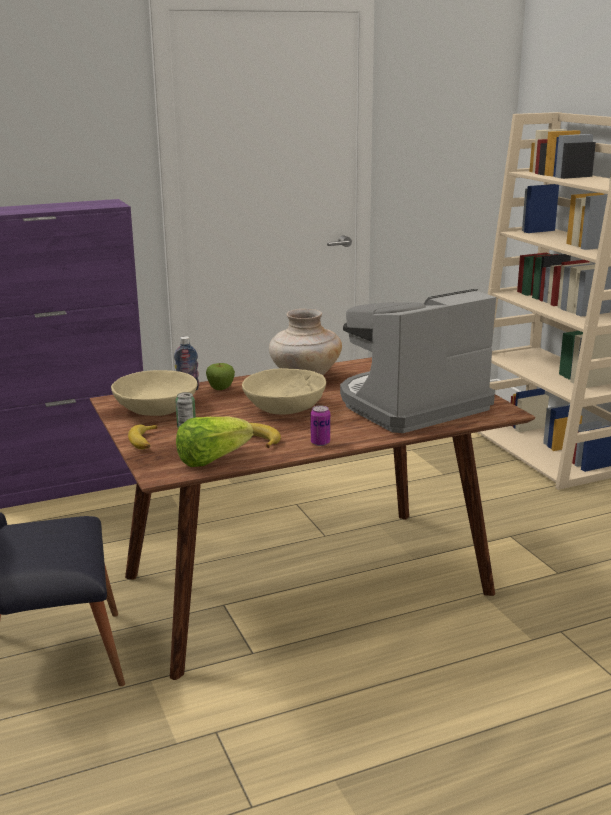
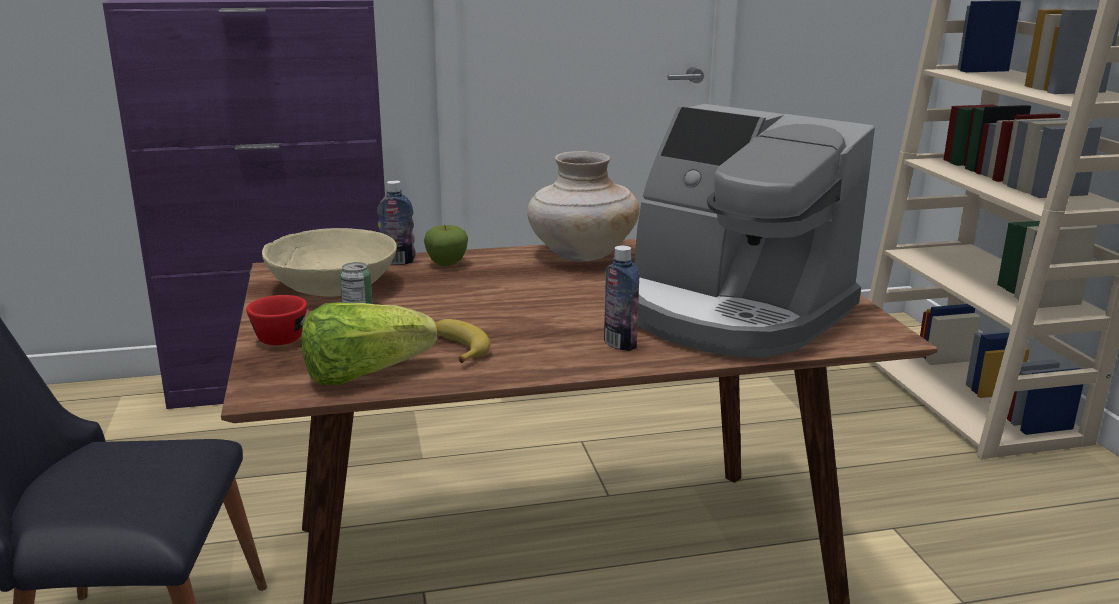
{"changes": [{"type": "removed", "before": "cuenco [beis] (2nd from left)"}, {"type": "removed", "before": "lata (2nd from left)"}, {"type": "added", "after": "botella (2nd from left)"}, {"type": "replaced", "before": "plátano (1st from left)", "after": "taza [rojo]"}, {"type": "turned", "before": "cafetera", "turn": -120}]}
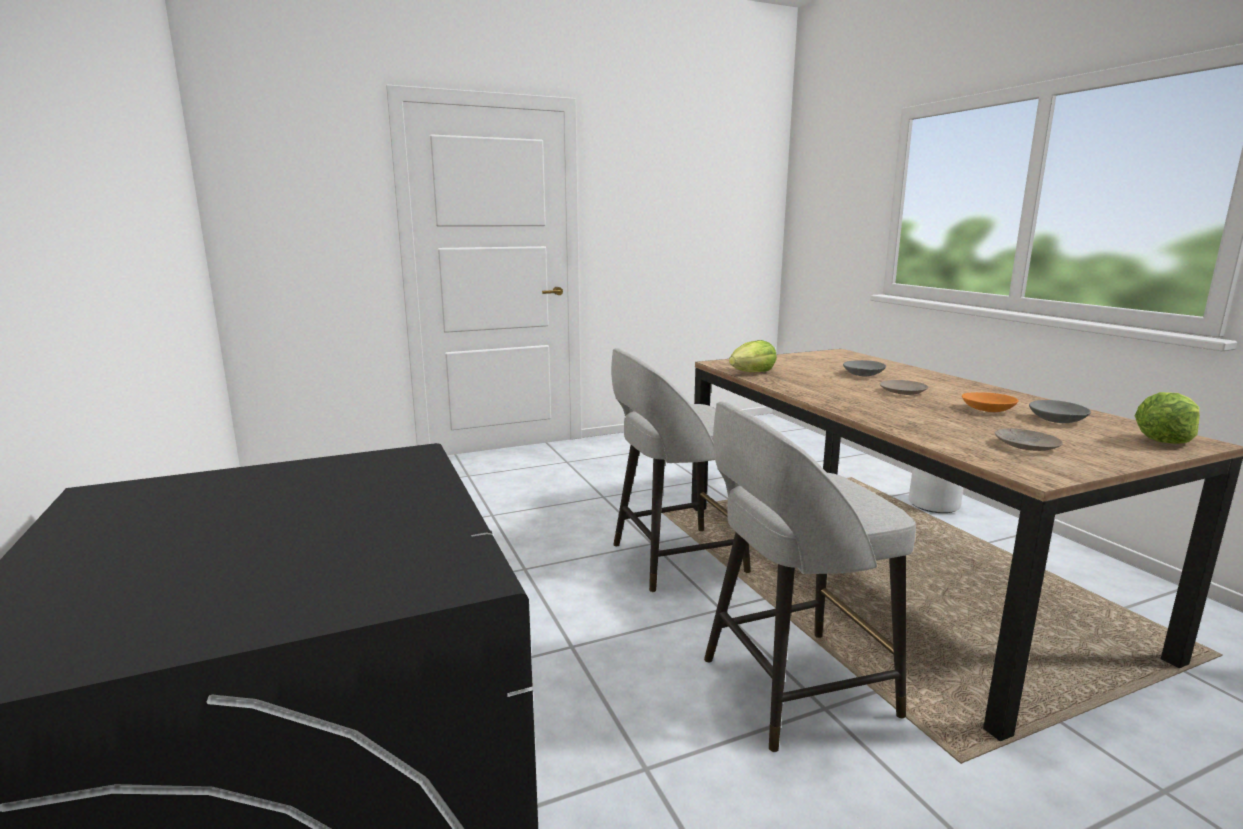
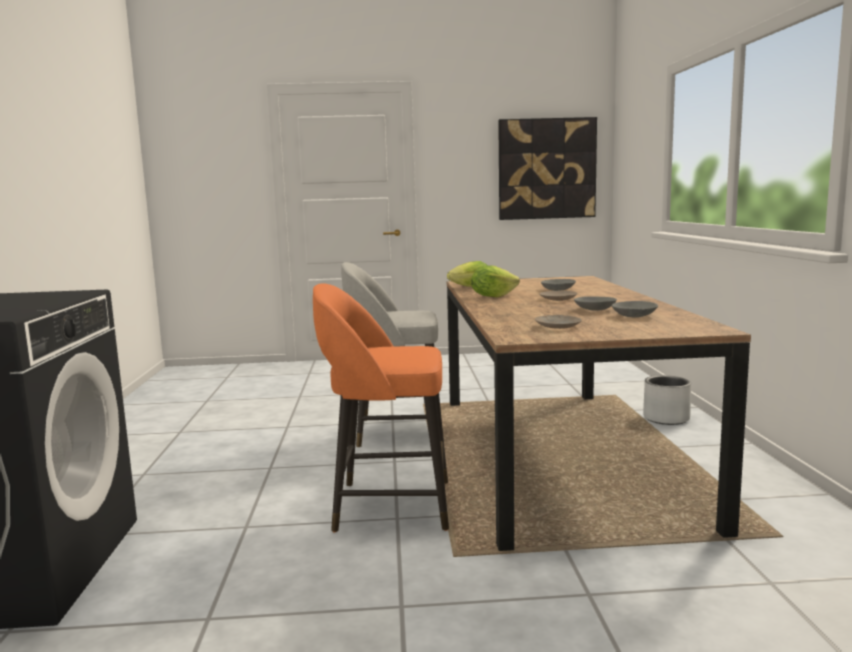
{"changes": [{"type": "added", "after": "cuadro"}, {"type": "moved", "before": "lechuga (2nd from left)"}, {"type": "recoloured", "before": "taburete [gris] (2nd from left)", "after": "taburete [naranja]"}, {"type": "recoloured", "before": "cuenco [naranja]", "after": "cuenco [gris] (2nd from left)"}]}
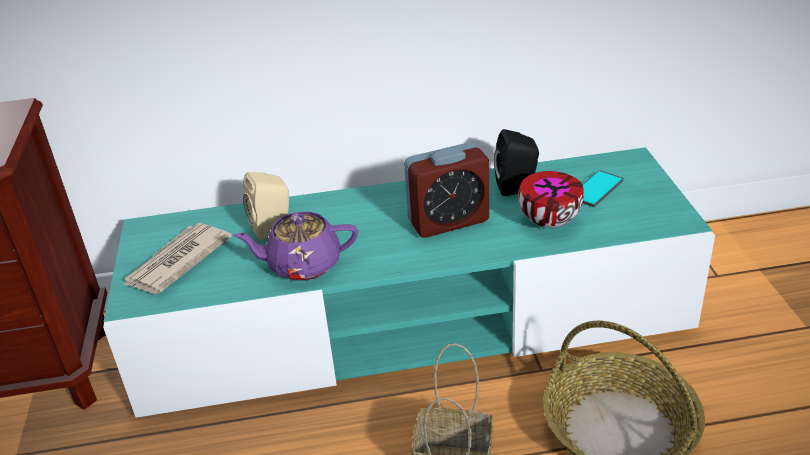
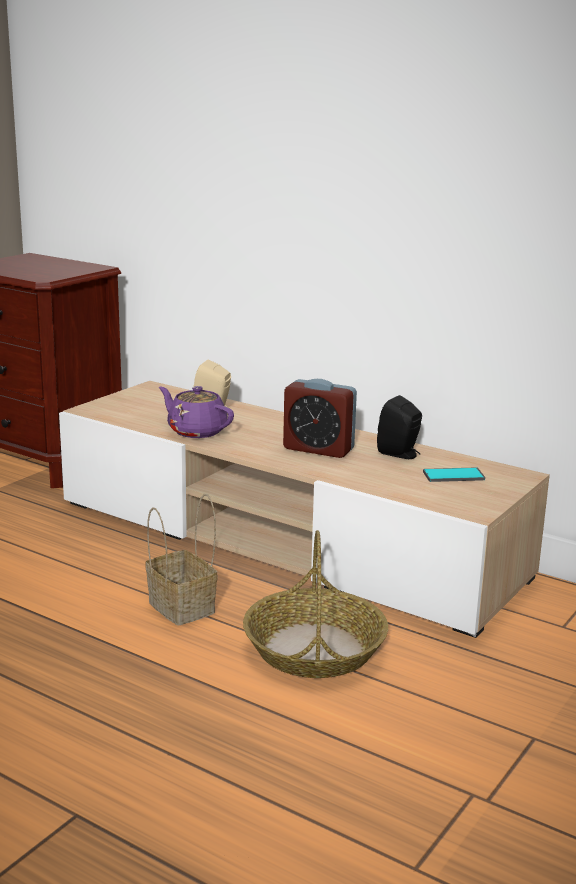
{"changes": [{"type": "removed", "before": "periódico"}, {"type": "removed", "before": "cuenco"}, {"type": "recoloured", "before": "mueble de televisión [turquesa]", "after": "mueble de televisión [beis]"}]}
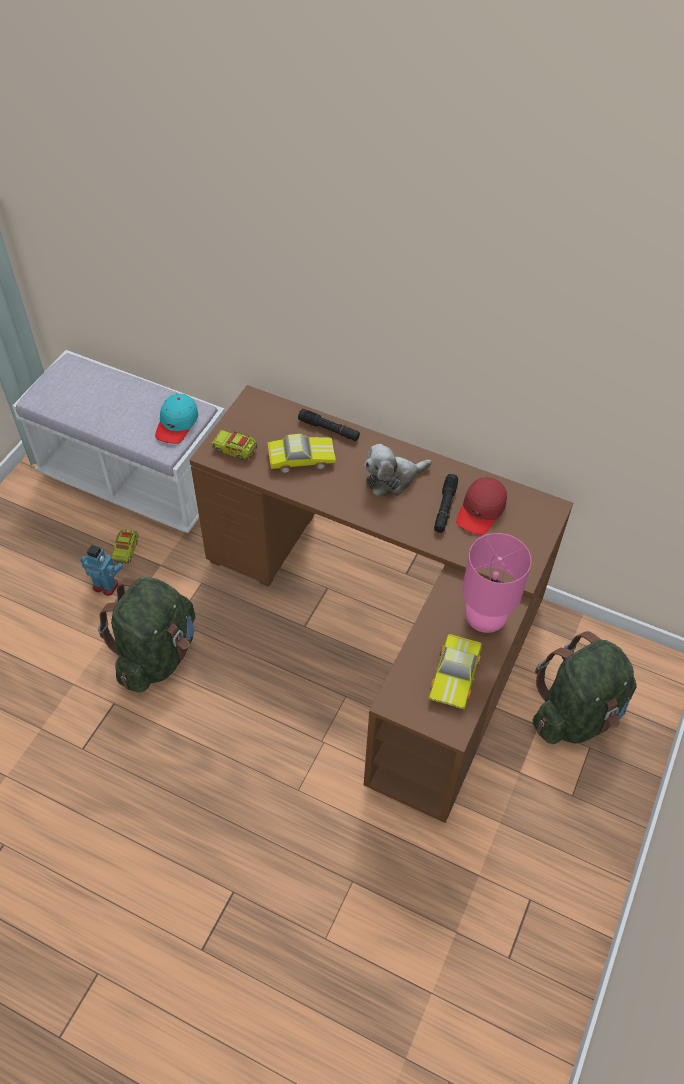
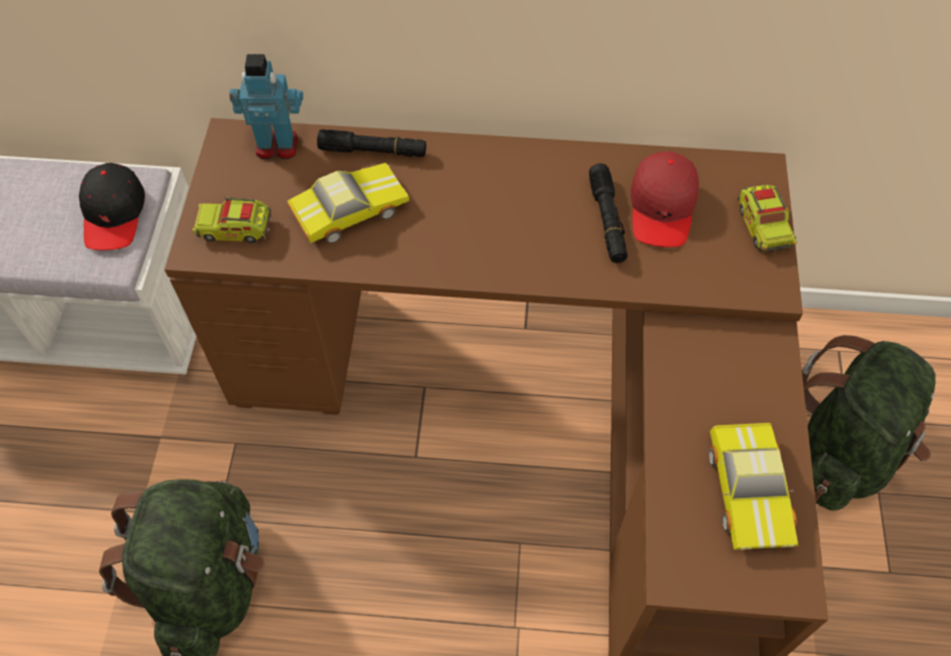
{"changes": [{"type": "removed", "before": "peluche"}, {"type": "removed", "before": "lámpara de mesa [rosa]"}, {"type": "moved", "before": "robot de juguete"}, {"type": "moved", "before": "camión de juguete (1st from left in the first image)", "after": "camión de juguete (2nd from left)"}, {"type": "recoloured", "before": "gorra [turquesa]", "after": "gorra [negro]"}]}
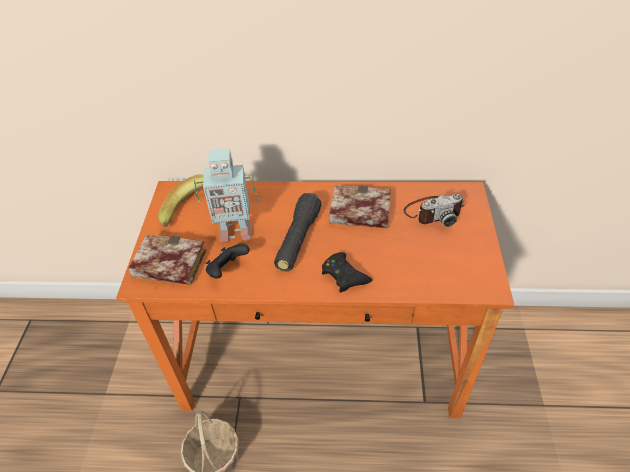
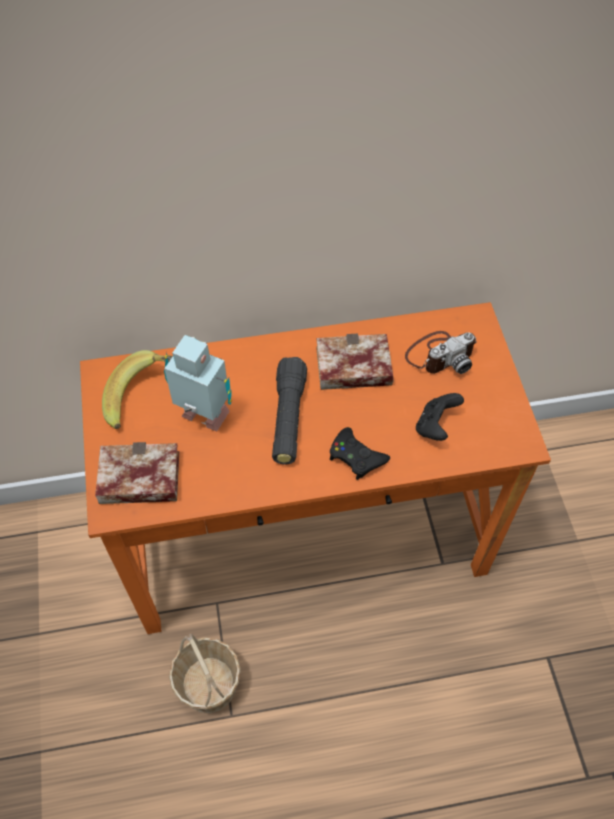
{"changes": [{"type": "moved", "before": "mando de consola [negro] (1st from left in the first image)", "after": "mando de consola [negro] (2nd from left)"}, {"type": "turned", "before": "robot de juguete", "turn": -135}]}
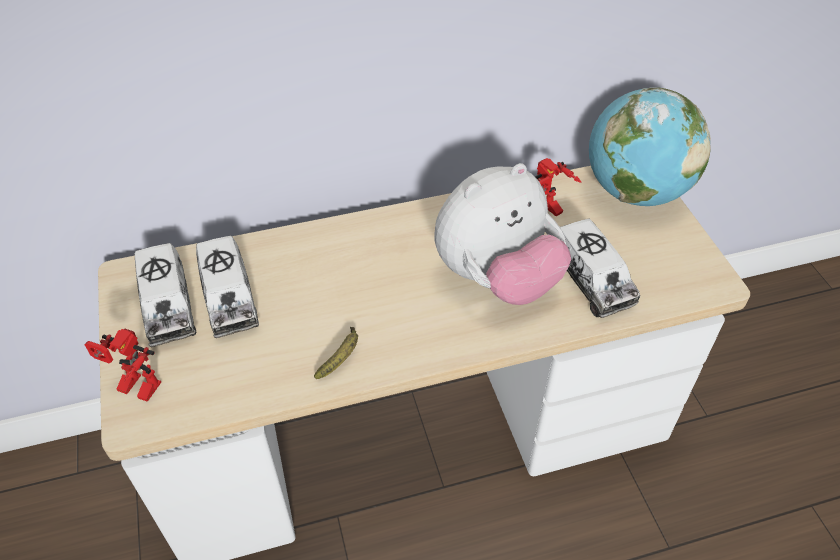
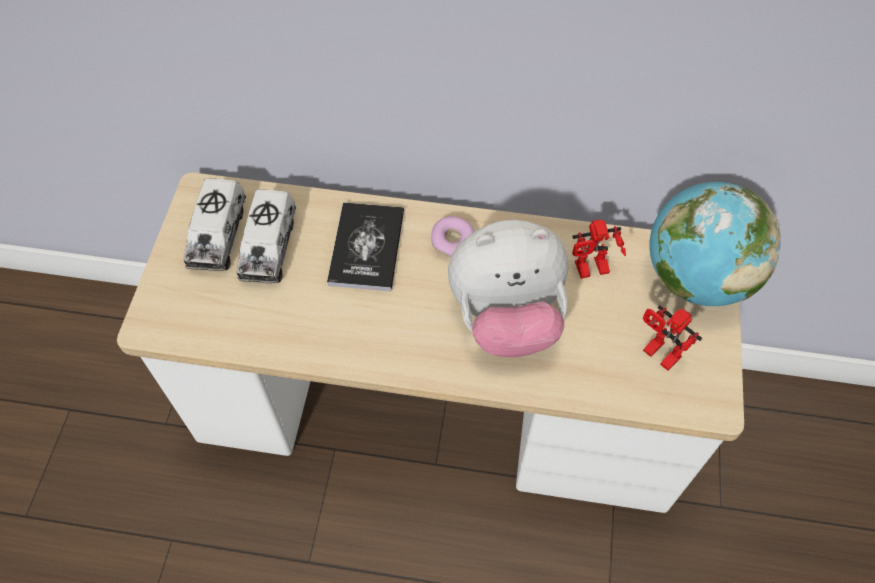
{"changes": [{"type": "removed", "before": "plátano"}, {"type": "removed", "before": "camión de juguete (3rd from left)"}, {"type": "added", "after": "libro"}, {"type": "added", "after": "rosquilla"}, {"type": "moved", "before": "robot de juguete (1st from left in the first image)", "after": "robot de juguete (2nd from left)"}]}
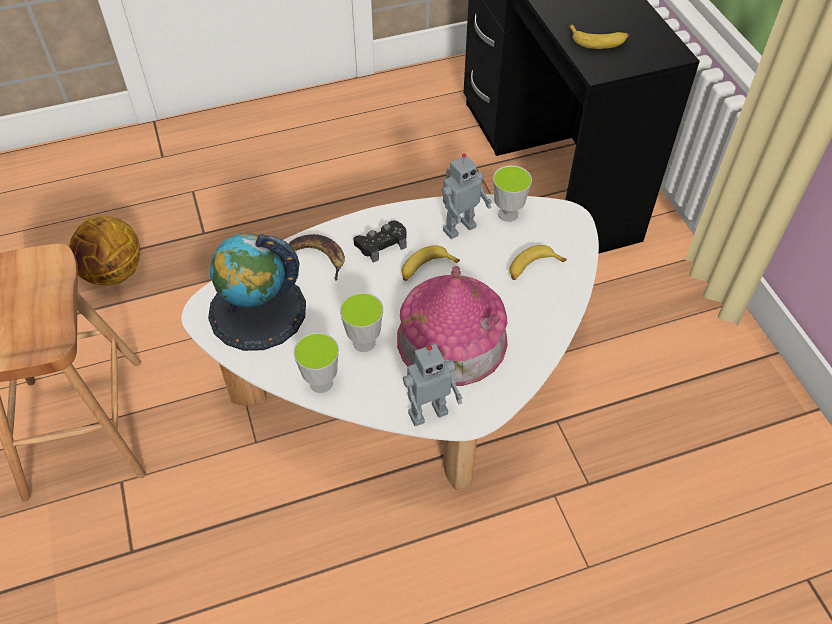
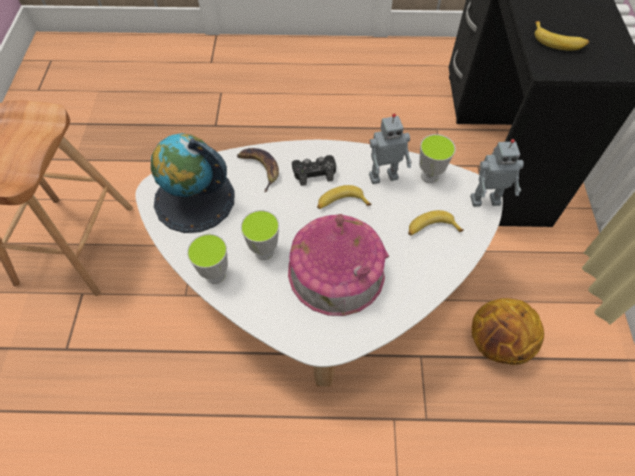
{"changes": [{"type": "moved", "before": "balón de baloncesto"}, {"type": "moved", "before": "robot de juguete (1st from left in the first image)", "after": "robot de juguete (2nd from left)"}]}
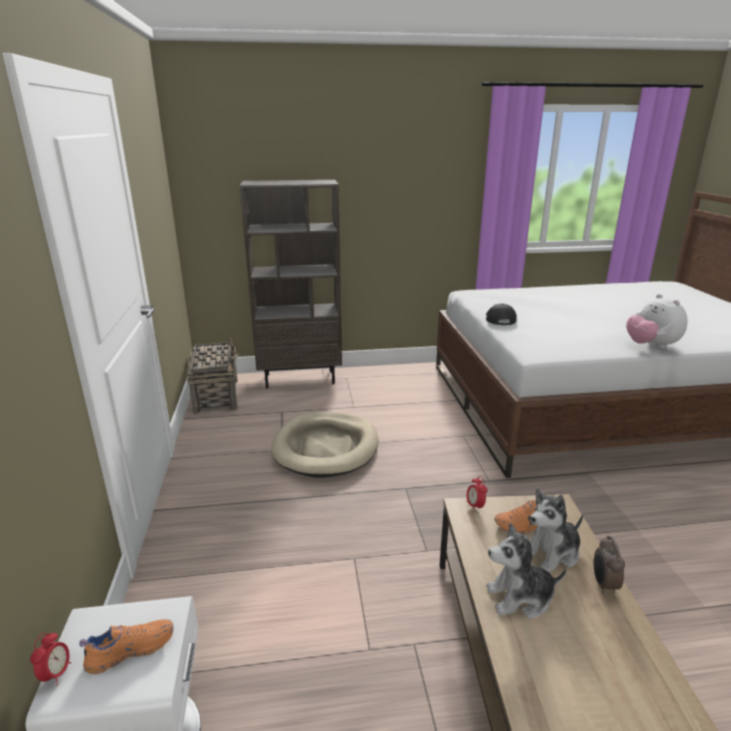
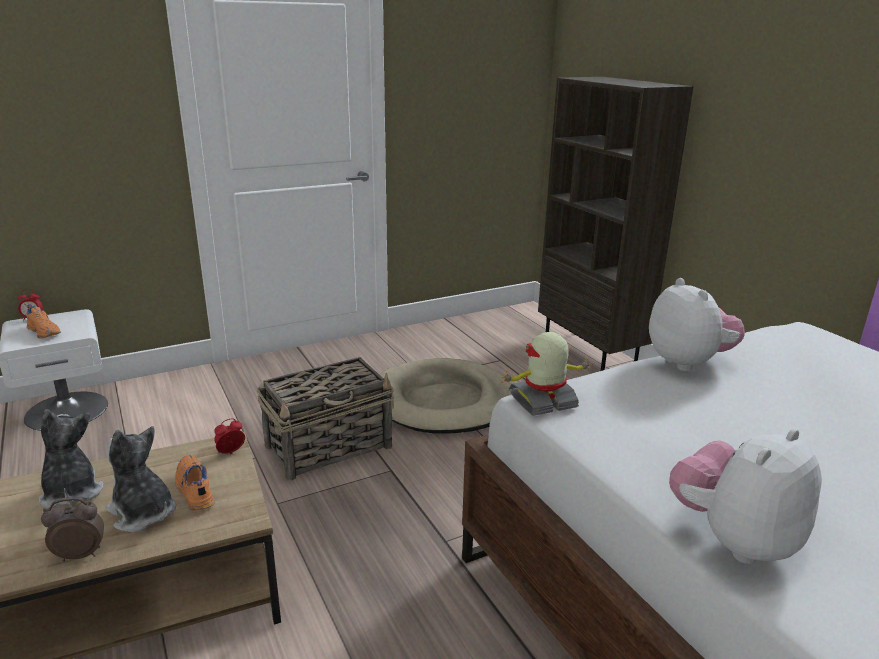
{"changes": [{"type": "added", "after": "robot de juguete"}, {"type": "moved", "before": "cesta"}, {"type": "replaced", "before": "gorra [negro]", "after": "peluche (3rd from left)"}]}
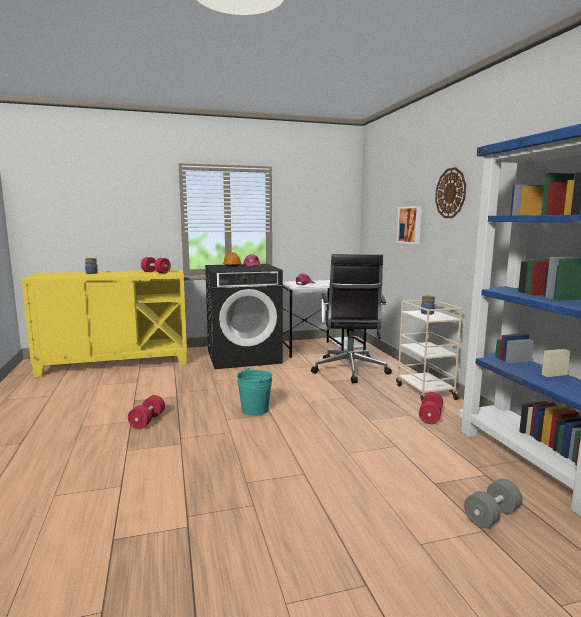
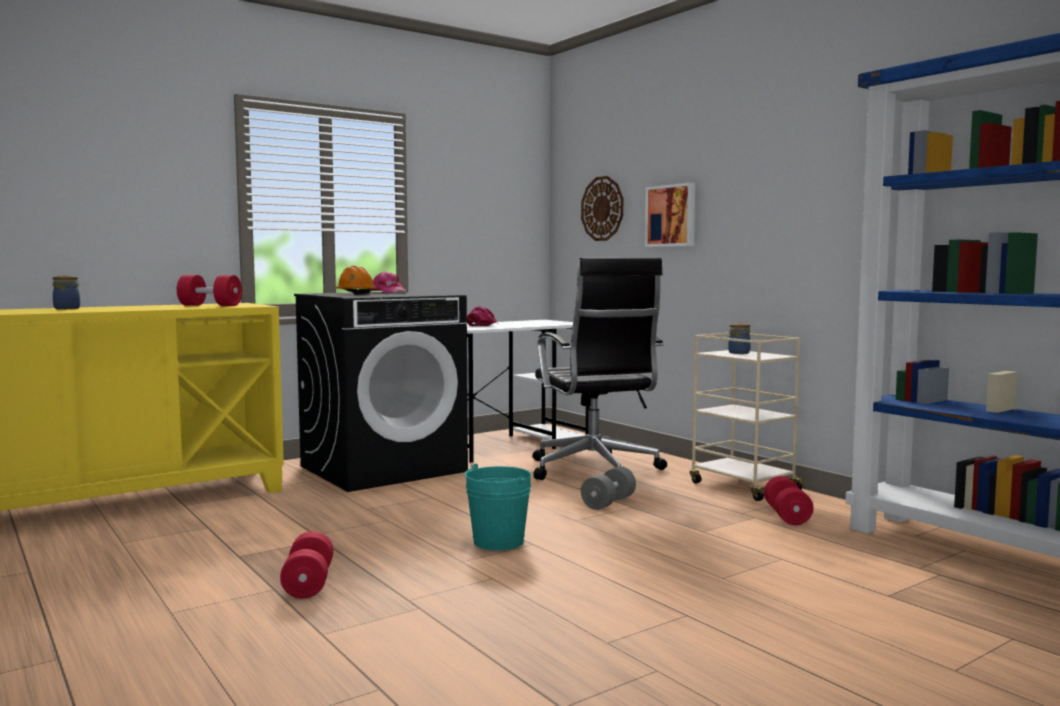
{"changes": [{"type": "moved", "before": "reloj de pared"}, {"type": "moved", "before": "mancuerna [gris]"}]}
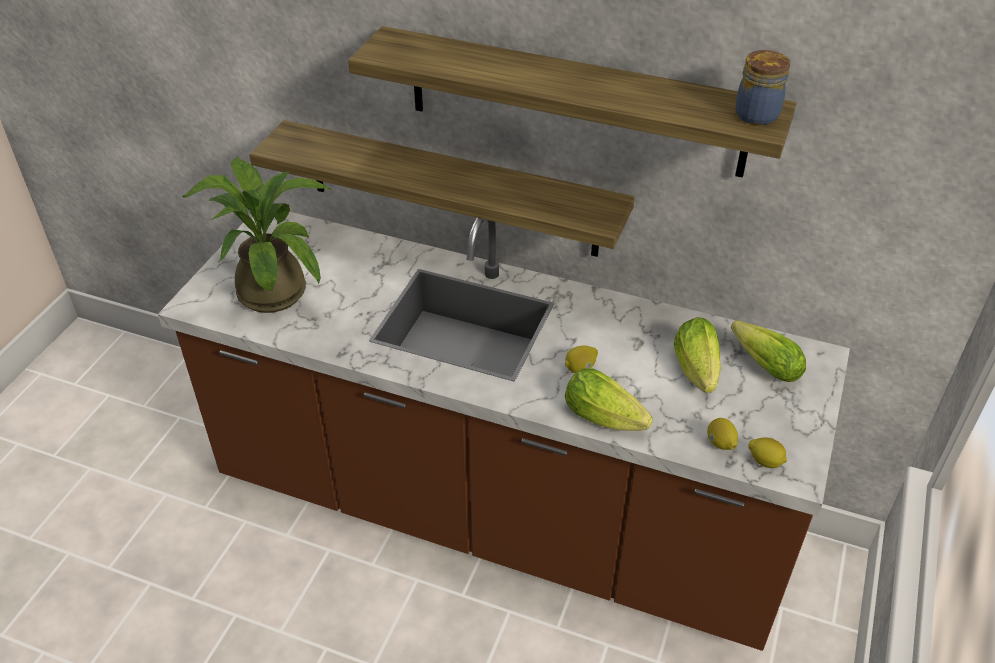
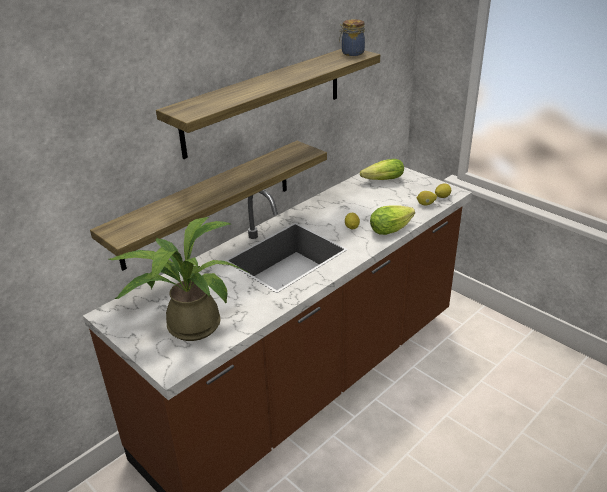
{"changes": [{"type": "removed", "before": "lechuga (2nd from left)"}]}
